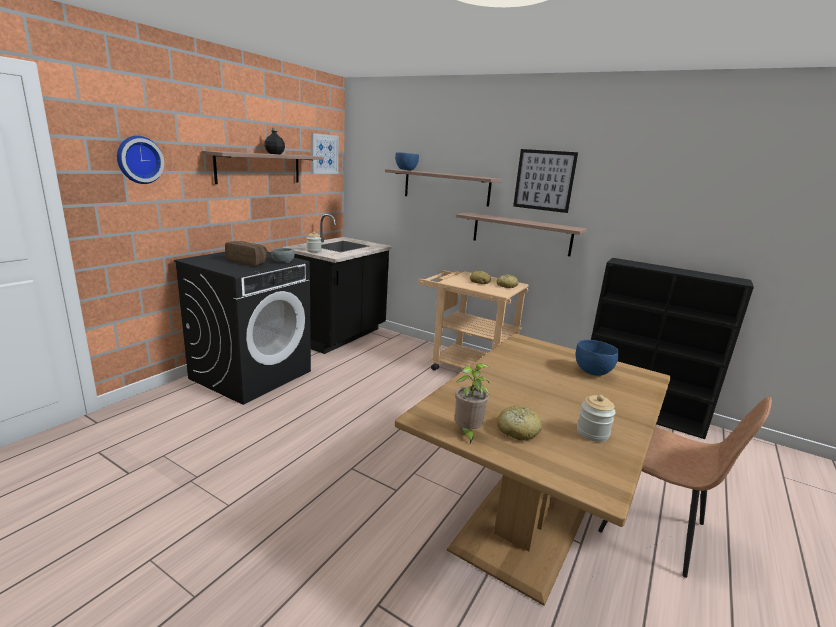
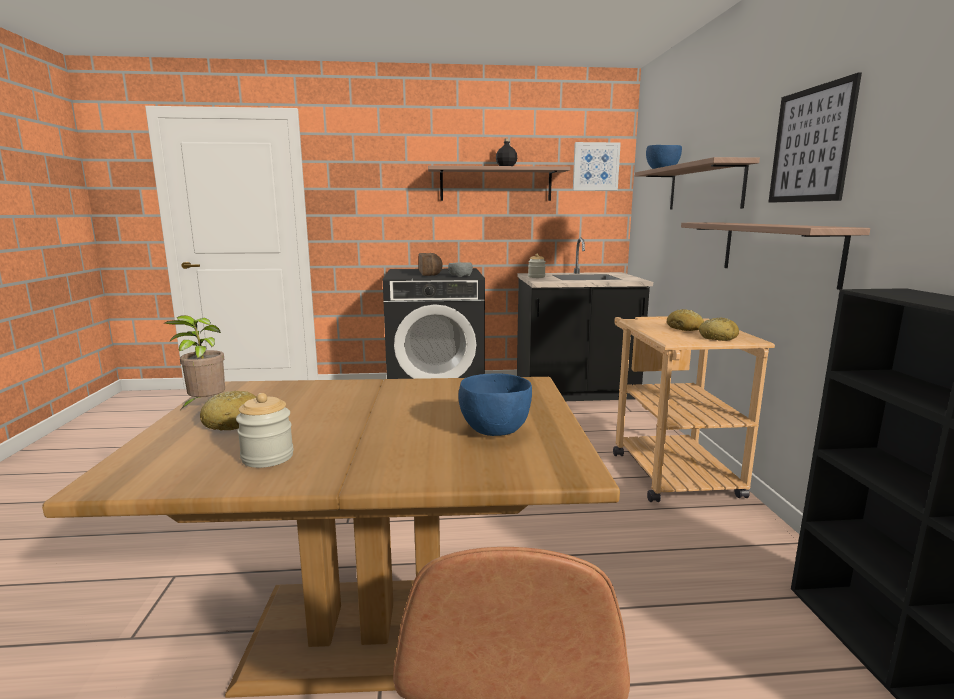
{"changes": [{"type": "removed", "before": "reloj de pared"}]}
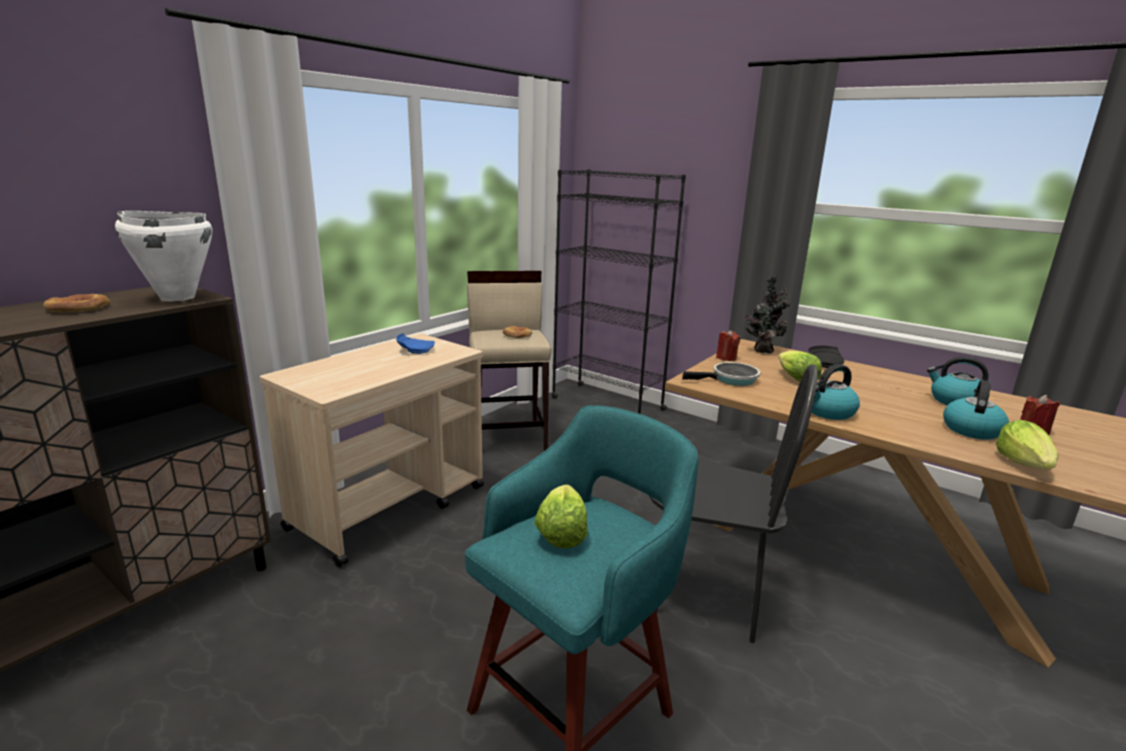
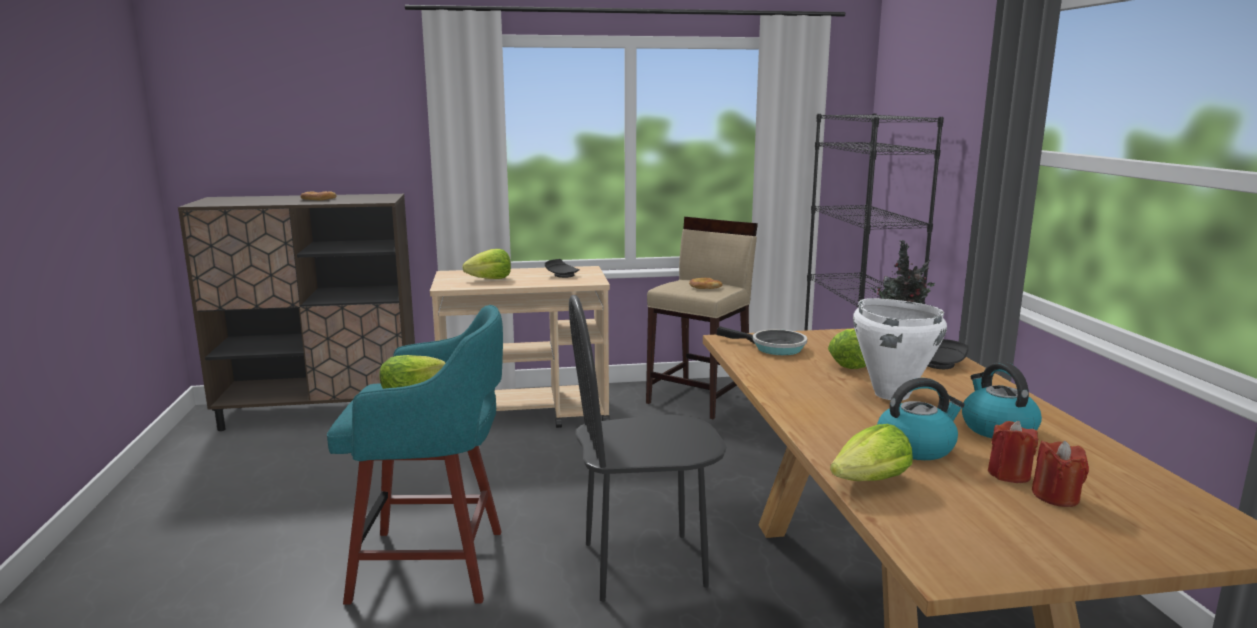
{"changes": [{"type": "removed", "before": "hervidor (1st from left)"}, {"type": "added", "after": "lechuga (2nd from left)"}, {"type": "moved", "before": "olla [blanco]"}, {"type": "moved", "before": "vela [rojo] (1st from left in the first image)", "after": "vela [rojo] (2nd from left)"}, {"type": "recoloured", "before": "plato [azul]", "after": "plato [negro] (1st from left)"}, {"type": "turned", "before": "silla [negro]", "turn": 105}]}
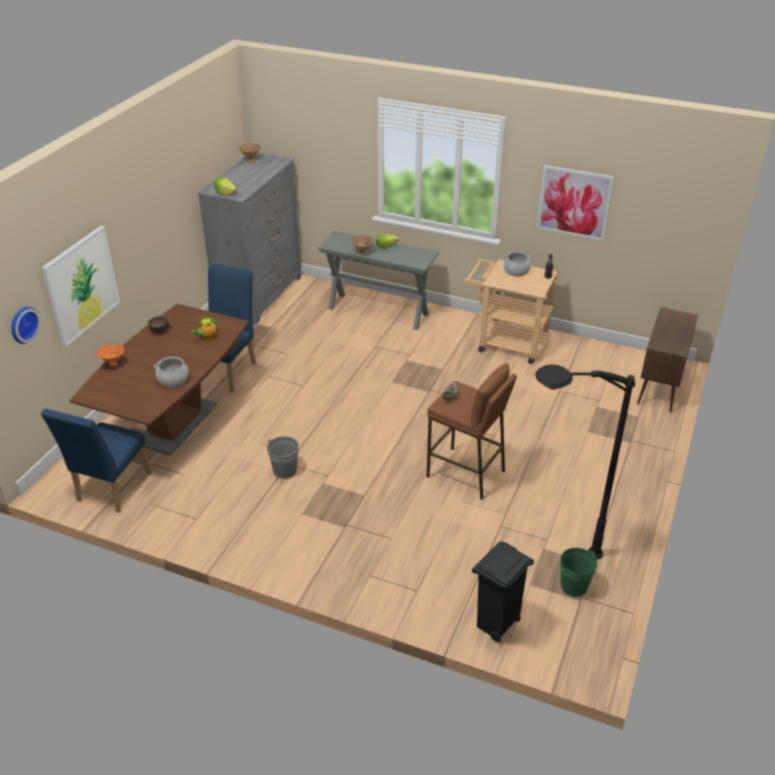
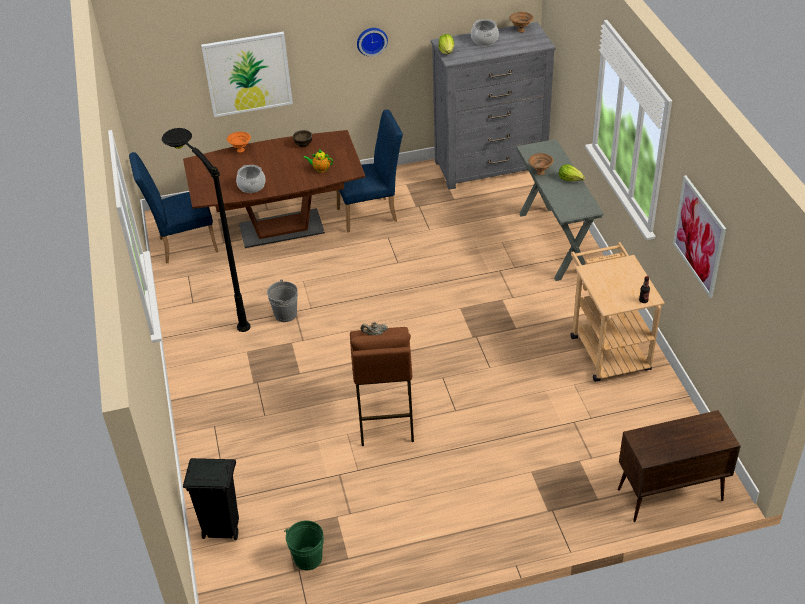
{"changes": [{"type": "moved", "before": "reloj de pared"}, {"type": "moved", "before": "olla (2nd from left)"}, {"type": "moved", "before": "lámpara de pie [negro]"}]}
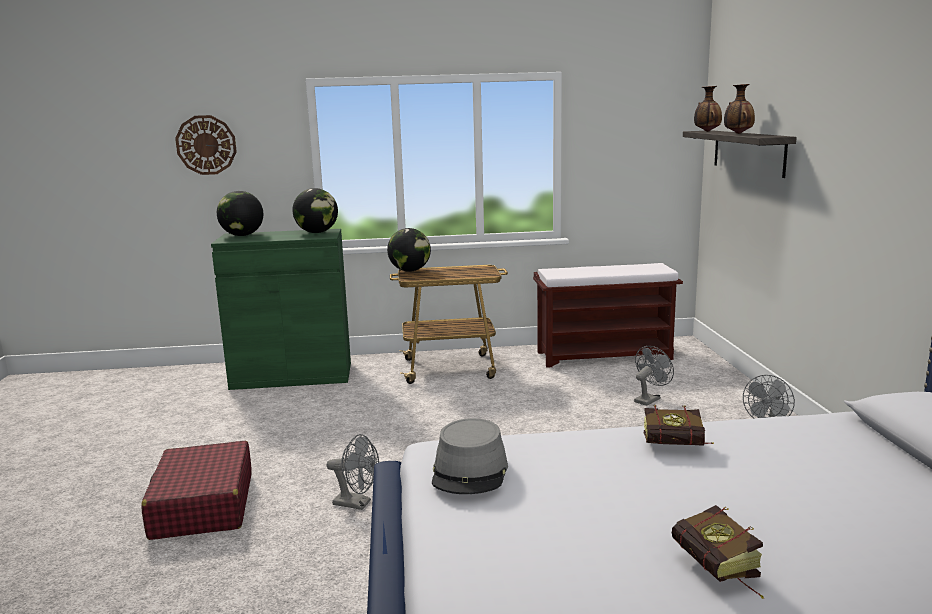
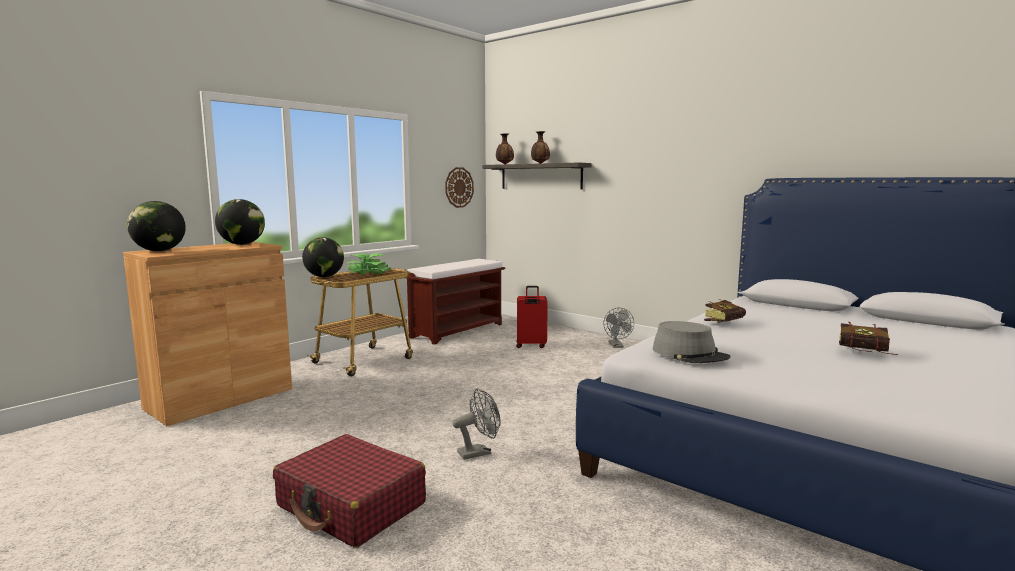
{"changes": [{"type": "added", "after": "planta en maceta"}, {"type": "moved", "before": "reloj de pared"}, {"type": "replaced", "before": "ventilador [gris] (2nd from left)", "after": "maleta [rojo] (2nd from left)"}, {"type": "recoloured", "before": "armario [verde]", "after": "armario [marrón]"}]}
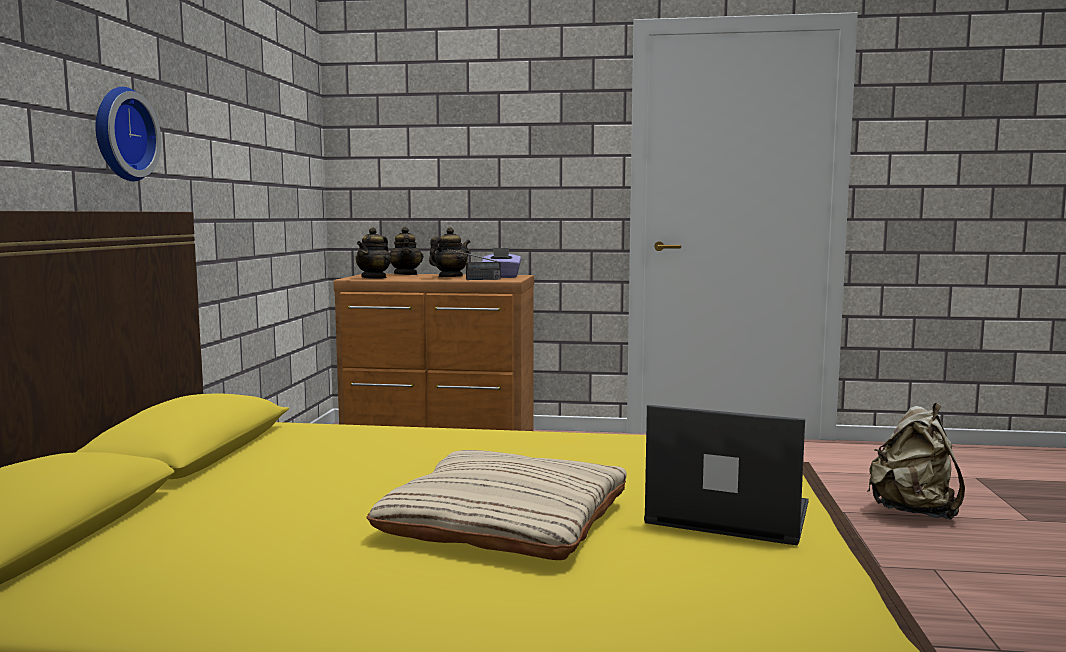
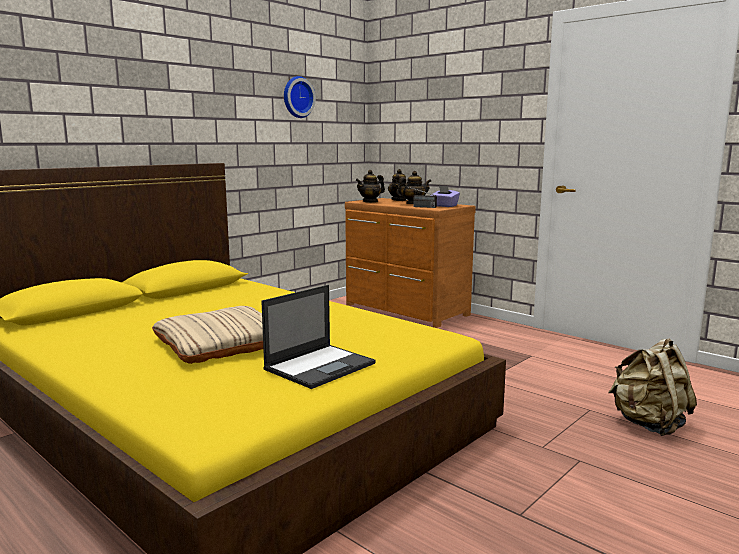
{"changes": [{"type": "moved", "before": "reloj de pared"}, {"type": "turned", "before": "portátil", "turn": 75}]}
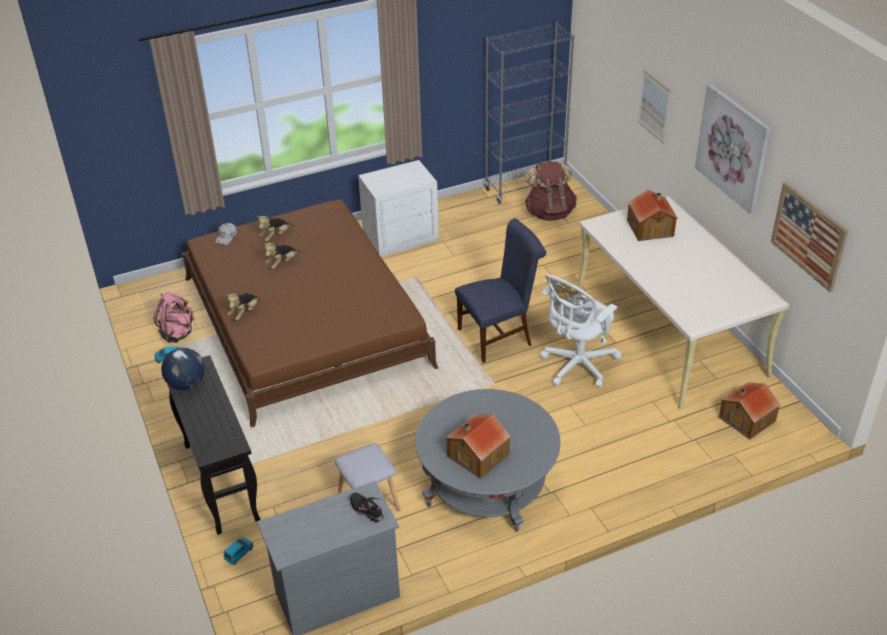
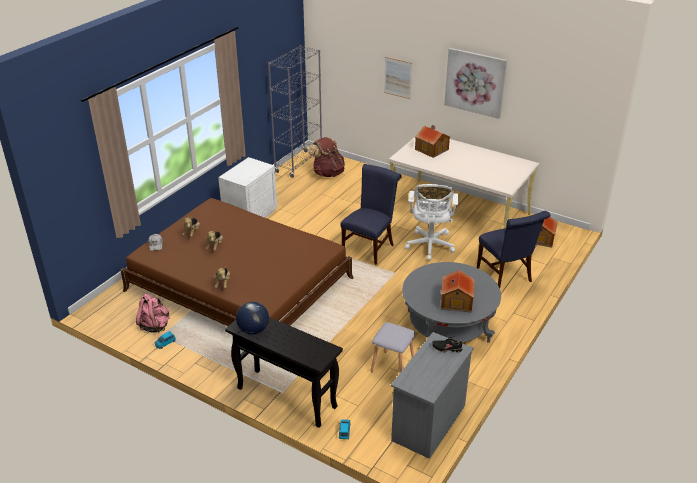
{"changes": [{"type": "removed", "before": "cuadro (3rd from left)"}, {"type": "added", "after": "silla [azul] (2nd from left)"}]}
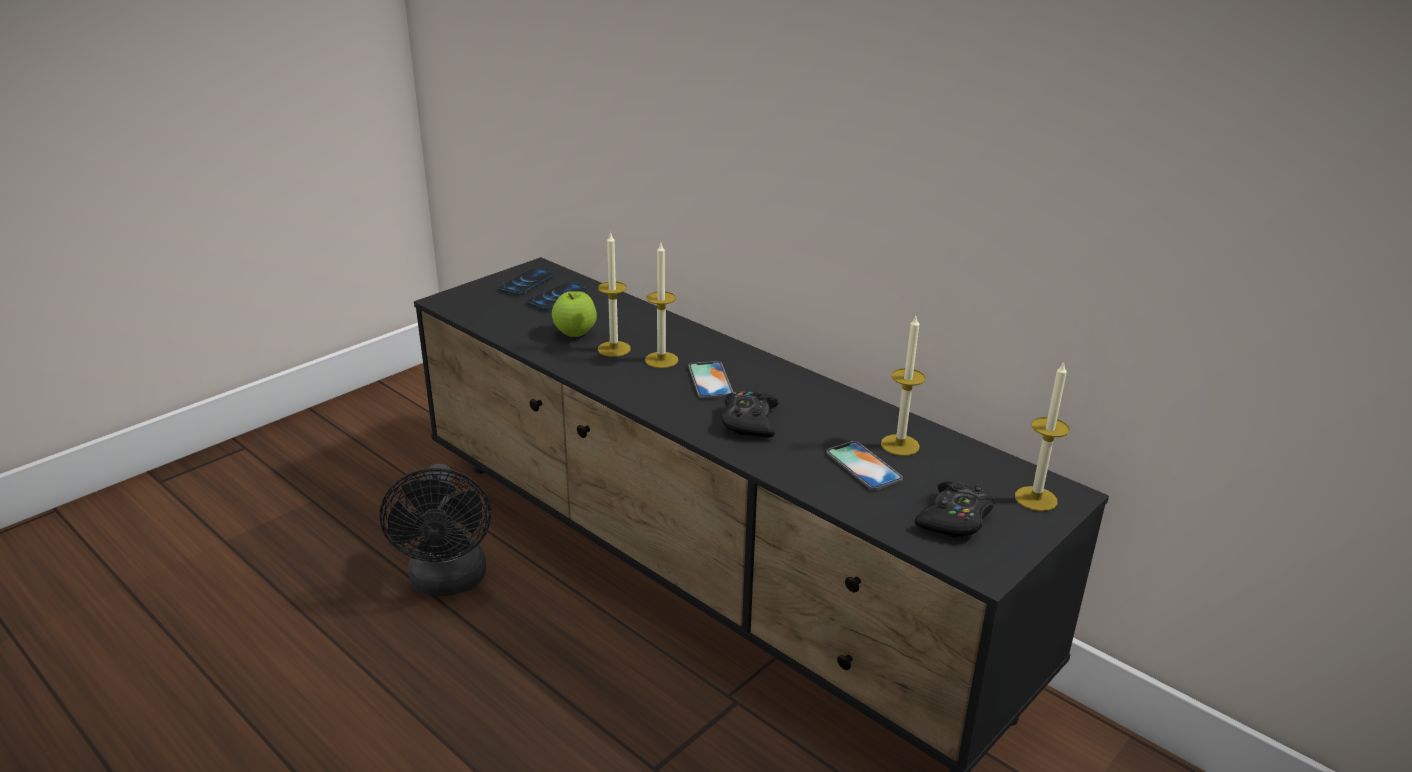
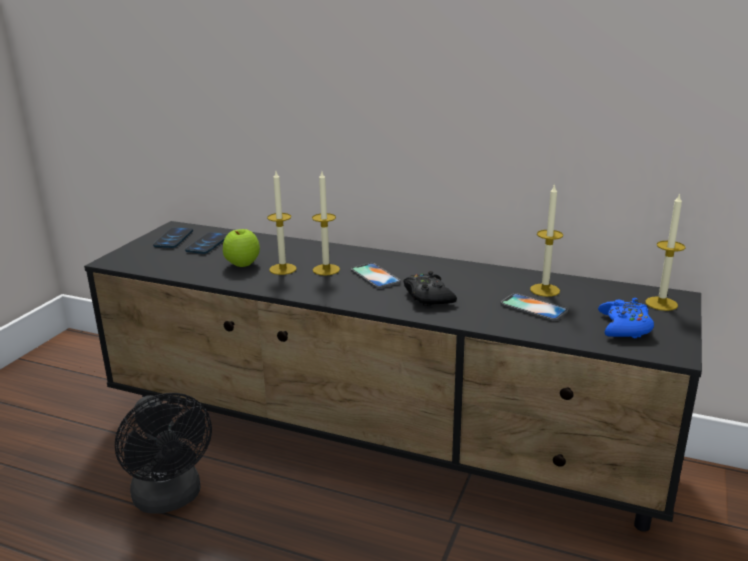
{"changes": [{"type": "recoloured", "before": "mando de consola [negro] (2nd from left)", "after": "mando de consola [azul]"}]}
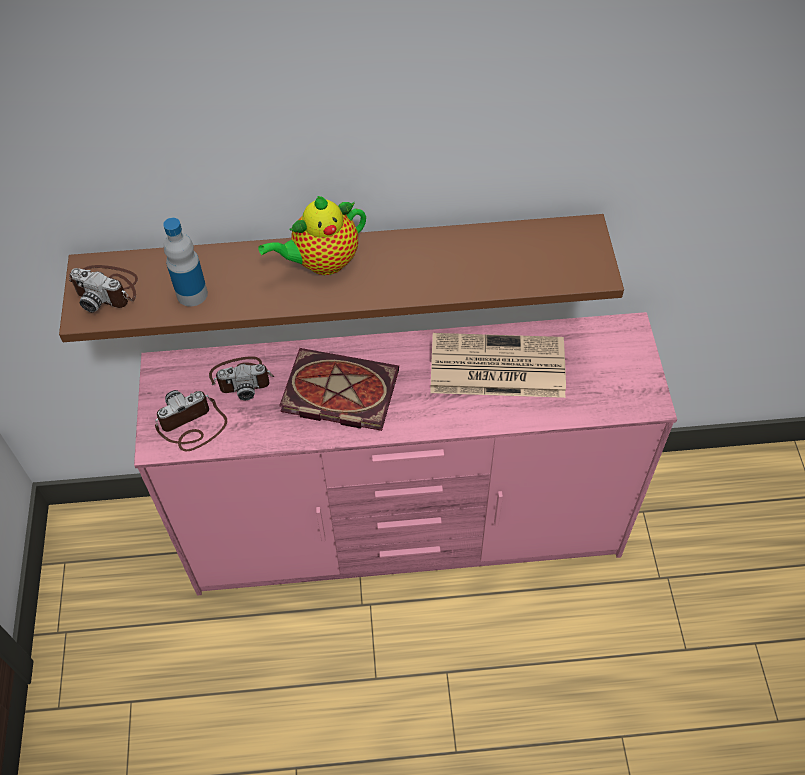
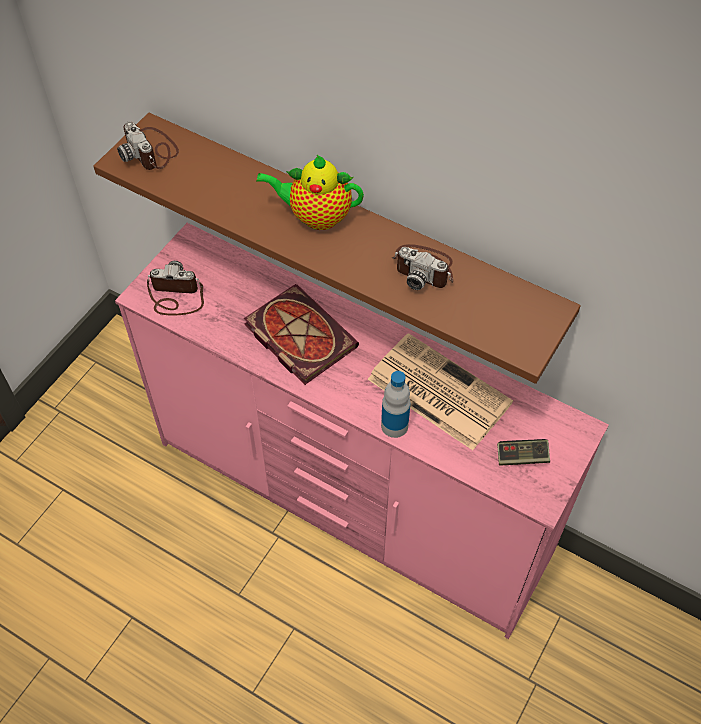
{"changes": [{"type": "added", "after": "mando de consola"}, {"type": "moved", "before": "botella"}, {"type": "moved", "before": "cámara (3rd from left)"}]}
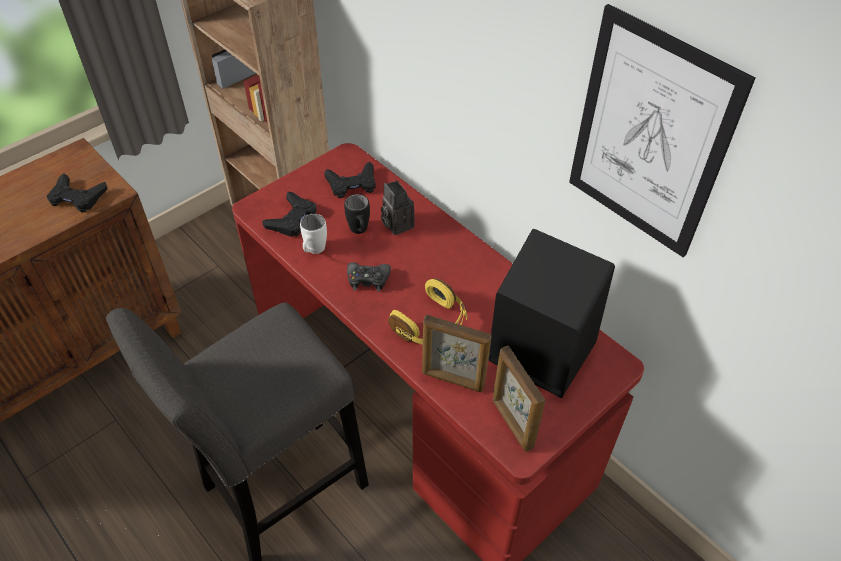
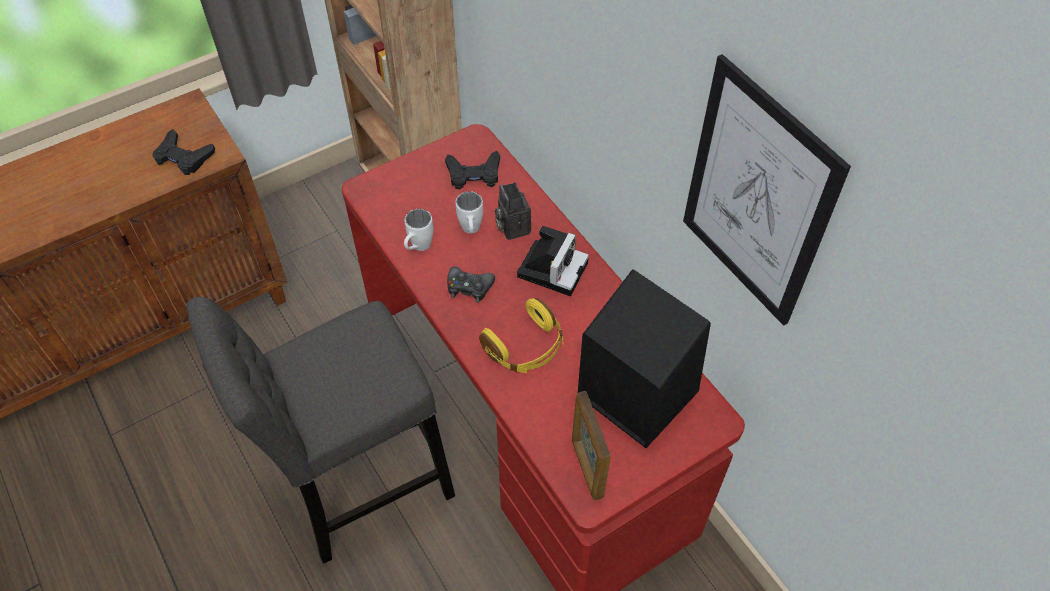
{"changes": [{"type": "removed", "before": "mando de consola [negro] (2nd from left)"}, {"type": "removed", "before": "portarretratos (1st from left)"}, {"type": "added", "after": "cámara (2nd from left)"}, {"type": "recoloured", "before": "taza grande [negro]", "after": "taza grande [blanco] (2nd from left)"}]}
